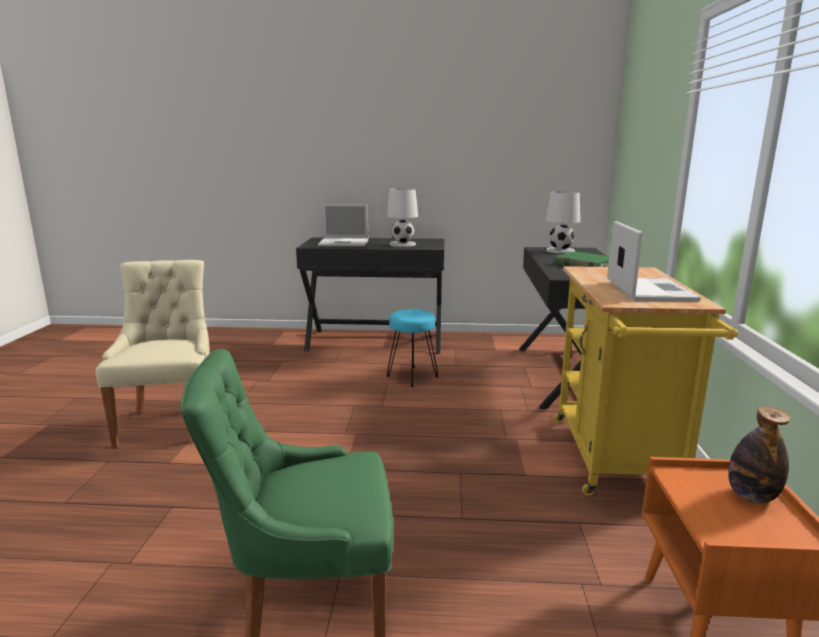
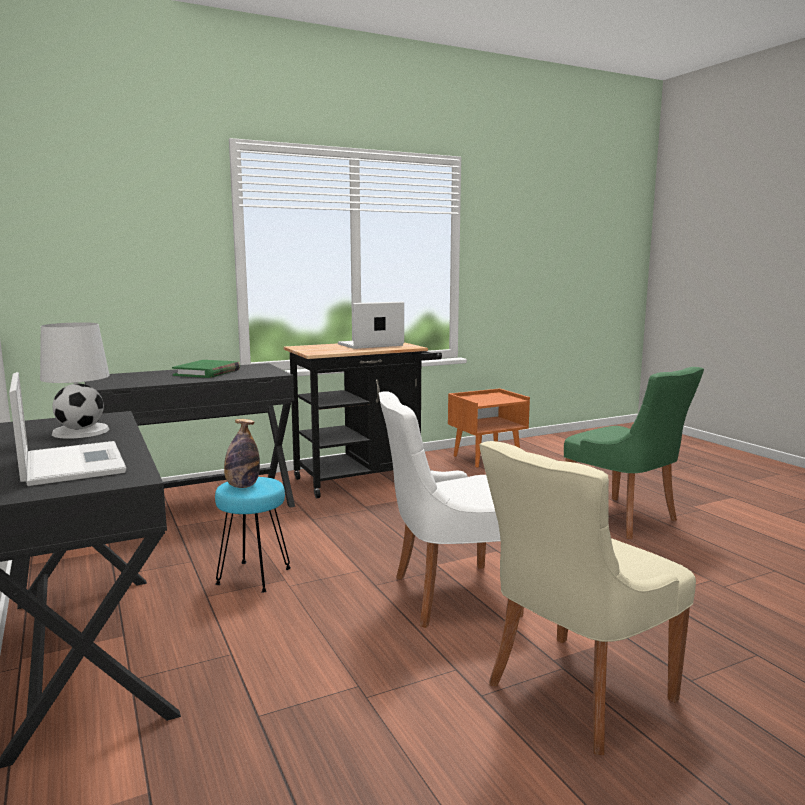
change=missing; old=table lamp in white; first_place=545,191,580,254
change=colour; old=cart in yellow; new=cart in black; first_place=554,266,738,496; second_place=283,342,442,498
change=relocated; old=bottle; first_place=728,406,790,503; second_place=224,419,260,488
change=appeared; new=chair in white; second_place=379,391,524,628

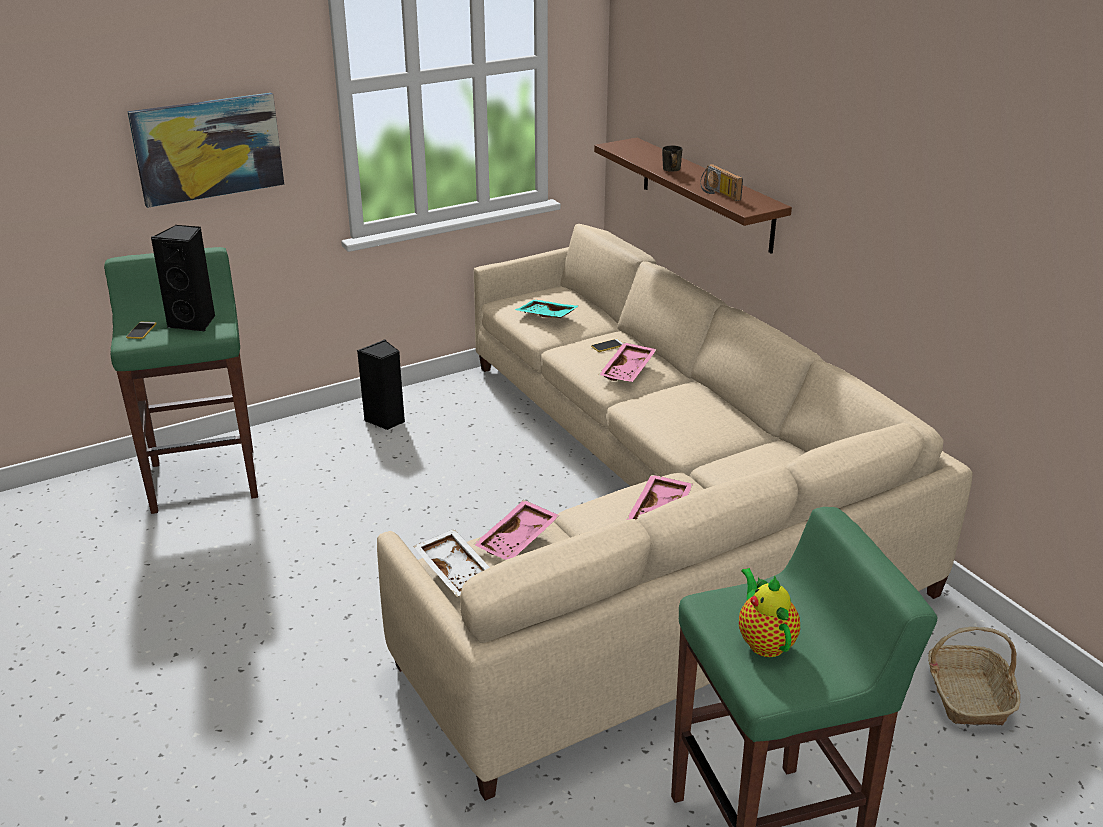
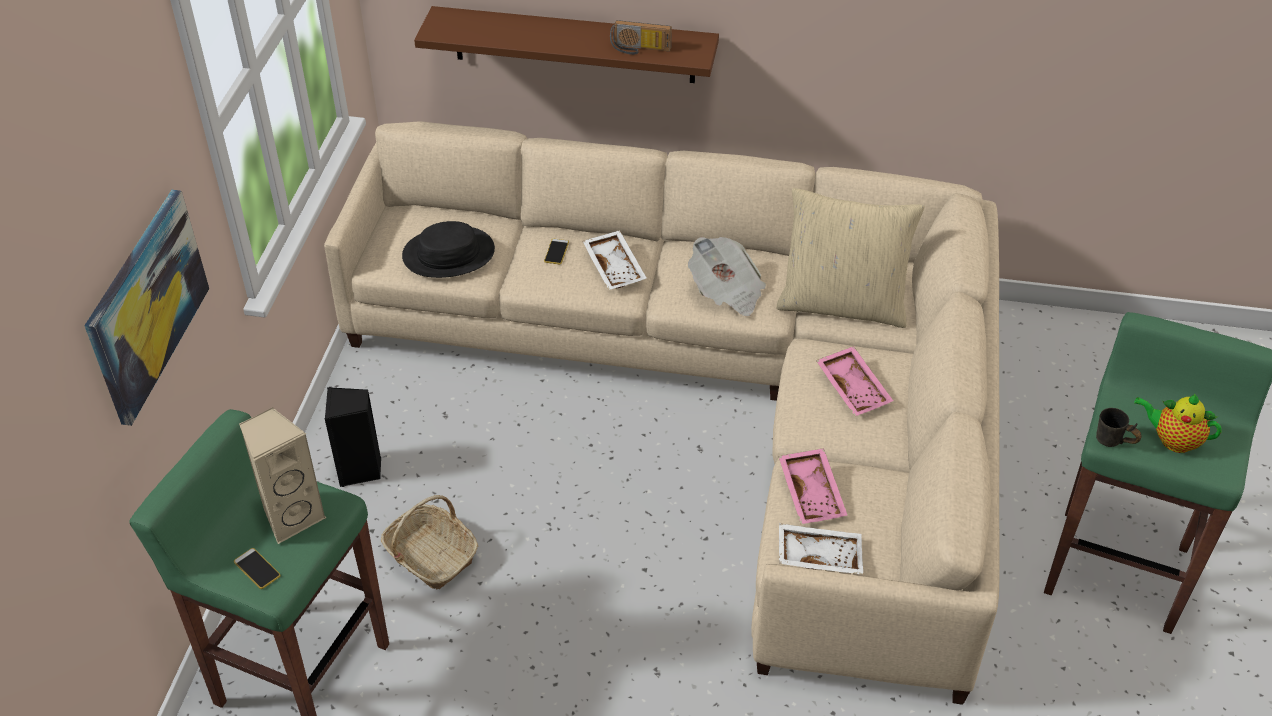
change=colour; old=speaker in black; new=speaker in beige; first_place=151,225,216,332; second_place=239,407,327,544
change=exchanged; old=tray in turquoise; new=hat in black; first_place=515,300,579,318; second_place=402,221,495,278
change=colour; old=tray in pink; new=tray in white; first_place=599,343,657,382; second_place=583,230,646,290
change=relocated; old=mug in grey; first_place=662,146,682,172; second_place=1096,408,1142,447
change=relocated; old=basket; first_place=928,627,1020,725; second_place=381,495,478,589
change=appeared; new=newspaper; second_place=688,237,766,316
change=appeared; new=pillow in beige; second_place=776,188,924,328

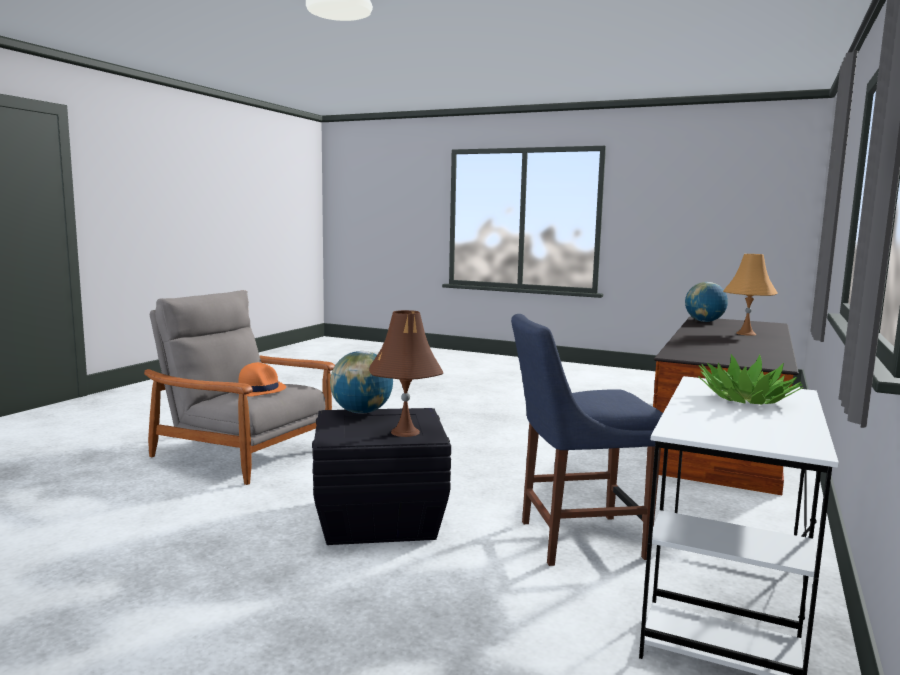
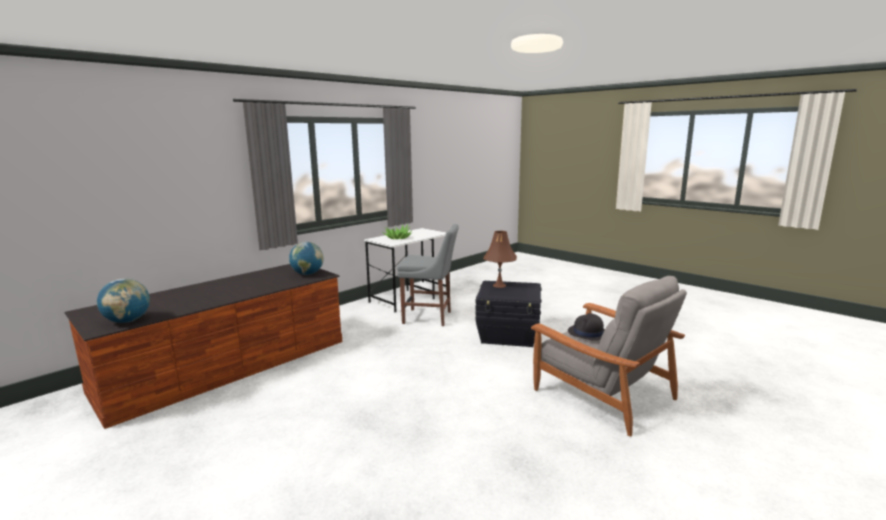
change=colour; old=hat in orange; new=hat in black; first_place=237,362,286,397; second_place=568,313,605,341
change=relocated; old=globe; first_place=330,351,393,414; second_place=289,242,324,275
change=colour; old=chair in blue; new=chair in grey; first_place=511,314,663,566; second_place=397,224,459,326
change=missing; old=table lamp in orange; first_place=723,254,778,336

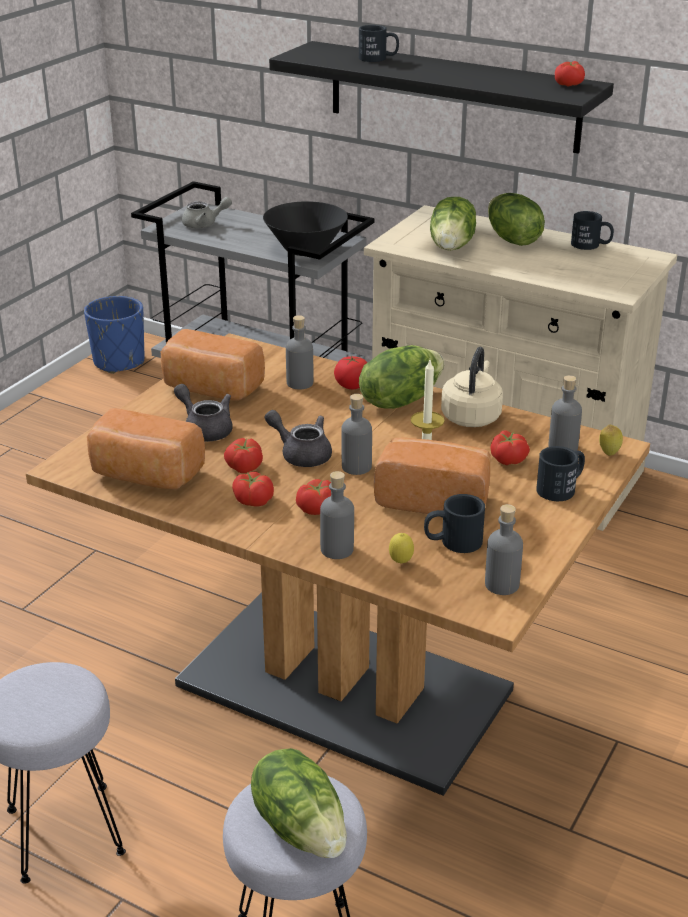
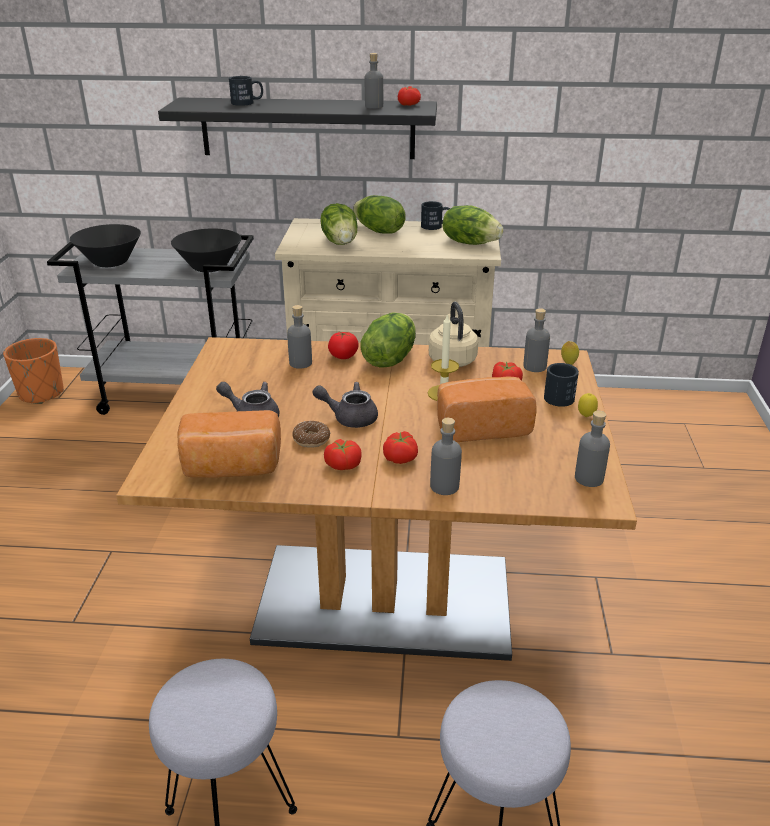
change=colour; old=planter in blue; new=planter in orange; first_place=84,296,145,374; second_place=3,338,64,404
change=missing; old=bread; first_place=161,329,265,401
change=exchanged; old=teapot in grey; new=bowl in black; first_place=182,197,232,228; second_place=70,224,141,267
change=exchanged; old=tomato; new=donut; first_place=224,438,263,473; second_place=292,421,331,448
change=relocated; old=lettuce; first_place=251,748,346,858; second_place=443,205,503,245
change=relocated; old=bottle in grey; first_place=341,394,372,475; second_place=365,53,383,109
change=relocated; old=lemon; first_place=389,533,414,564; second_place=578,393,598,417
change=missing; old=mug in black; first_place=424,494,485,553

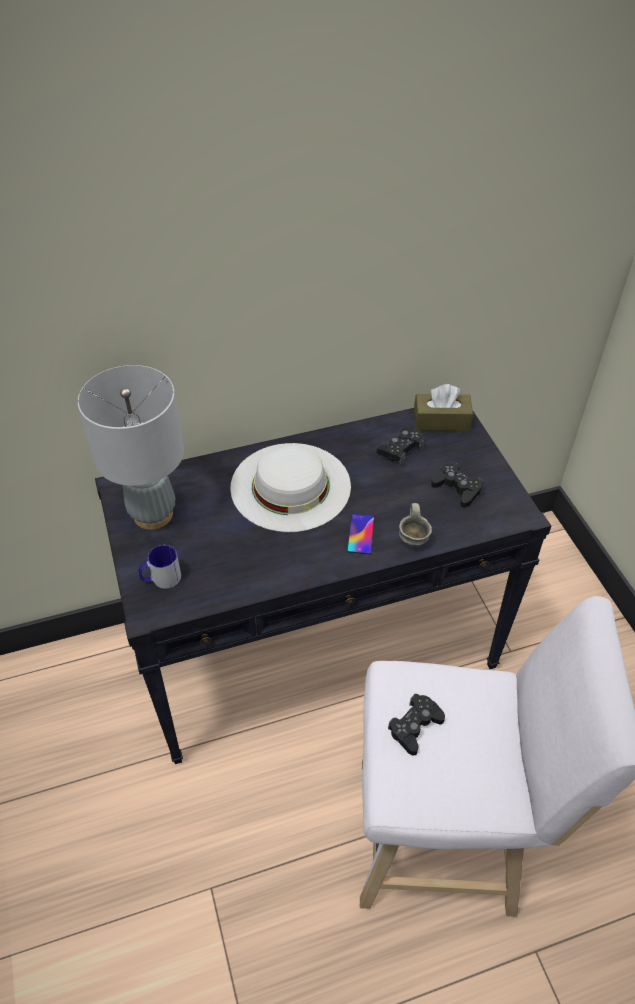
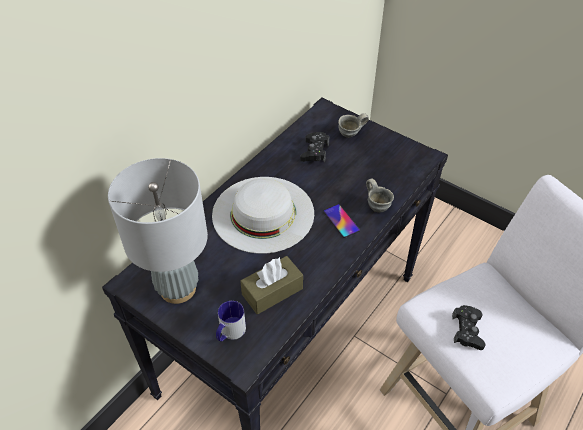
change=relocated; old=tissue box in brown; first_place=414,384,473,431; second_place=240,256,303,315
change=missing; old=game controller in black; first_place=431,462,484,508
change=appeared; new=mug in grey; second_place=338,113,369,138

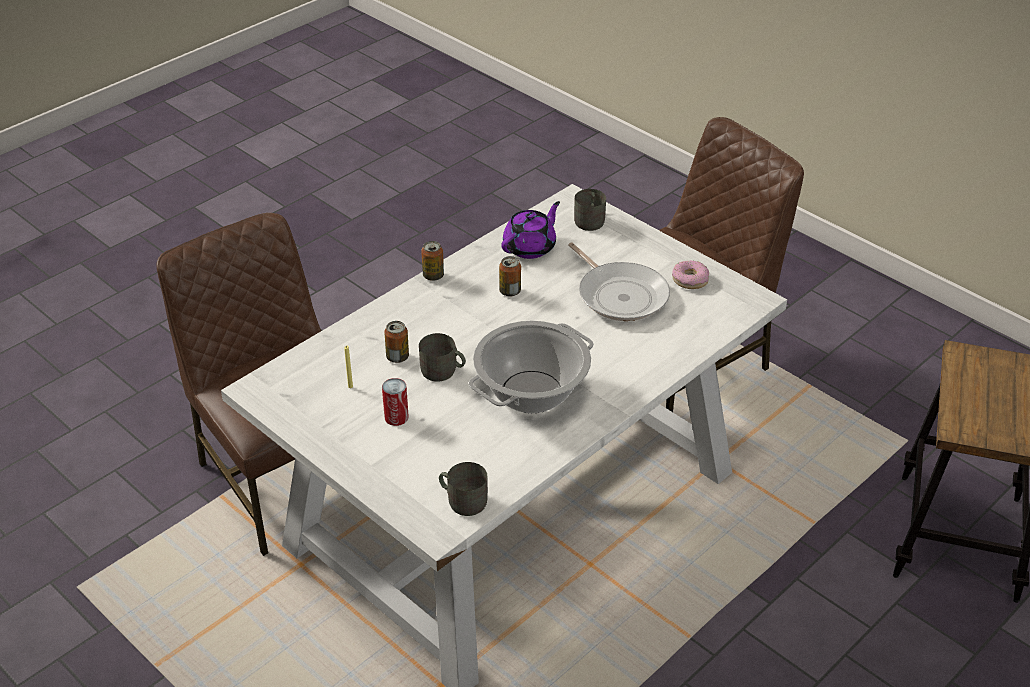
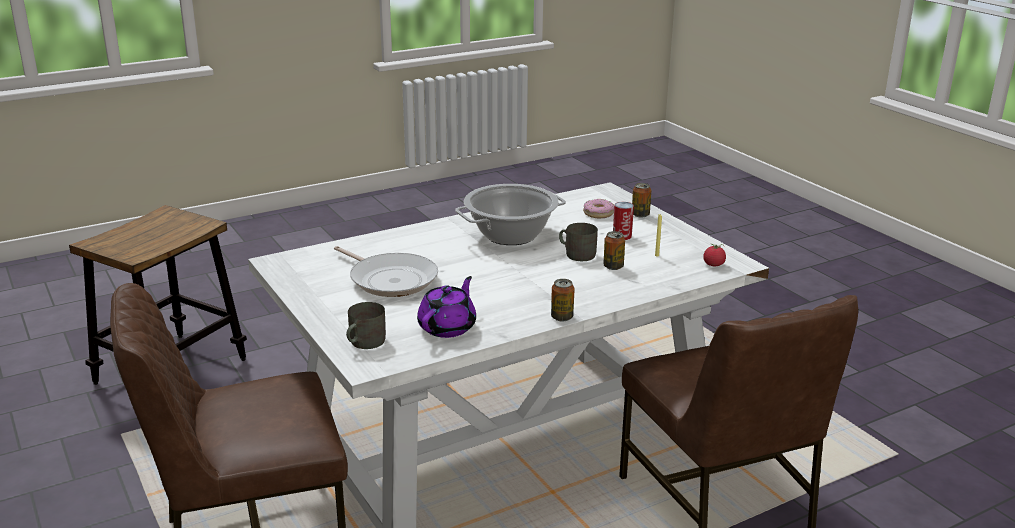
change=missing; old=mug in grey; first_place=439,462,488,516
change=relocated; old=can; first_place=499,256,521,297; second_place=632,183,651,218
change=spun; old=teapot in purple; first_place=501,201,560,259; second_place=417,276,476,338; degrees=150
change=spun; old=frying pan; first_place=568,242,670,321; second_place=334,246,438,297; degrees=150
change=relocated; old=donut; first_place=672,261,709,289; second_place=583,199,614,218
change=appeared; new=tomato; second_place=703,244,726,266

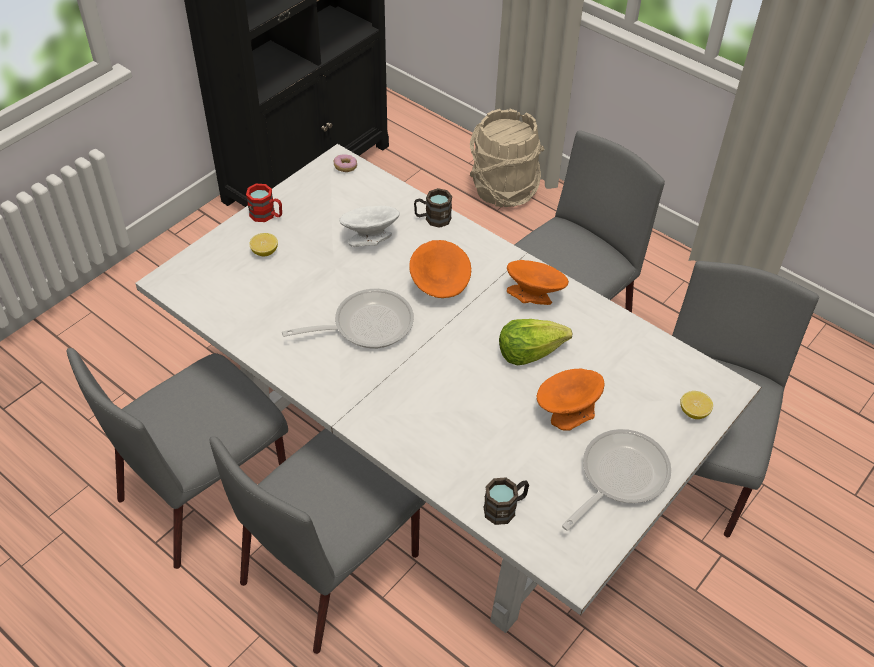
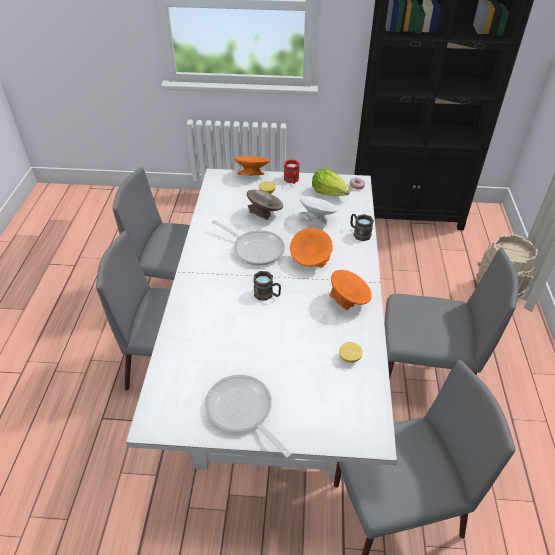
change=relocated; old=mug in brown; first_place=484,478,529,525; second_place=253,271,281,301
change=relocated; old=lettuce; first_place=499,319,572,365; second_place=312,169,351,196
change=relocated; old=bowl in orange; first_place=537,369,604,431; second_place=234,156,270,176
change=spun; old=frying pan; first_place=562,429,671,531; second_place=205,375,291,458; degrees=-135
change=relocated; old=lemon; first_place=680,391,713,419; second_place=339,342,363,363
change=appeared; new=bowl in grey; second_place=247,190,283,220

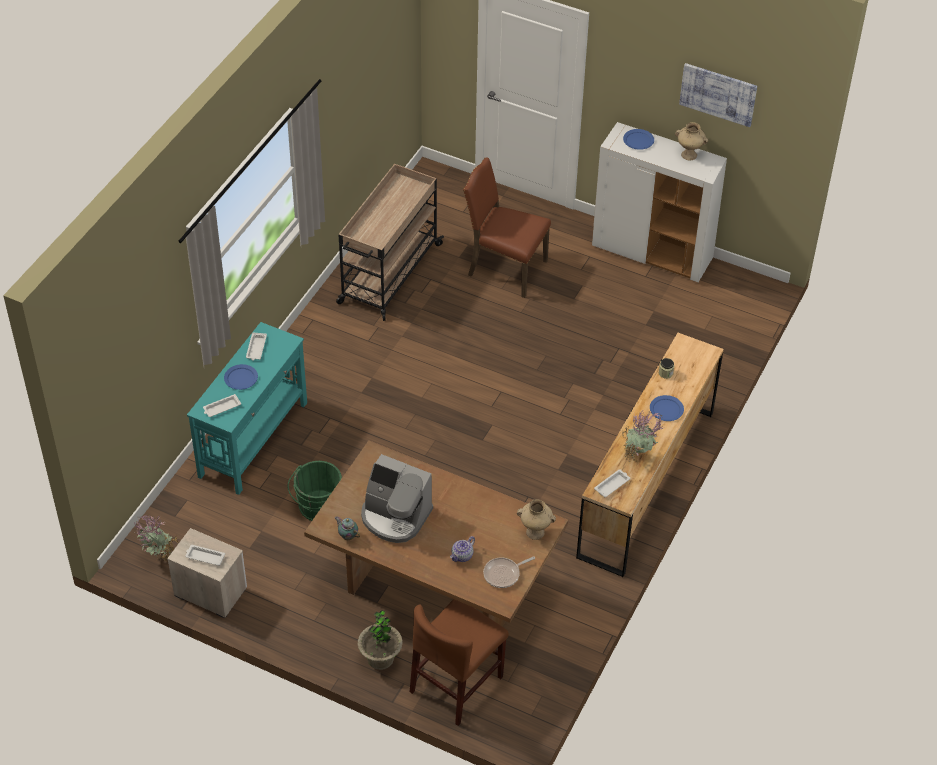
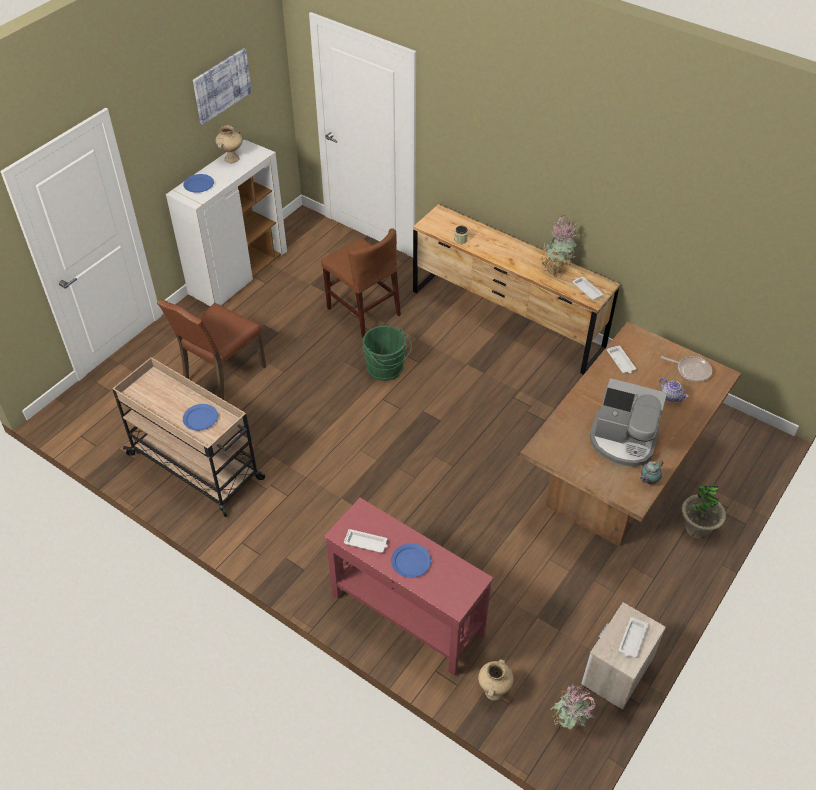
change=colour; old=console table in turquoise; new=console table in red; first_place=187,322,307,495; second_place=324,498,493,676
change=relocated; old=tray in white; first_place=203,394,241,417; second_place=607,345,636,373
change=relocated; old=bucket in green; first_place=288,461,342,521; second_place=363,325,412,381
change=spun; old=coffee machine; first_place=361,454,433,543; second_place=590,378,667,467; degrees=75
change=relocated; old=chair in brown; first_place=410,599,509,726; second_place=321,228,401,337
change=spun; old=frying pan; first_place=483,556,535,588; second_place=661,356,712,382; degrees=-45
change=relocated; old=vase in beige; first_place=517,499,556,540; second_place=478,659,514,701
change=relocated; old=plate in blue; first_place=650,395,684,421; second_place=183,404,218,431

